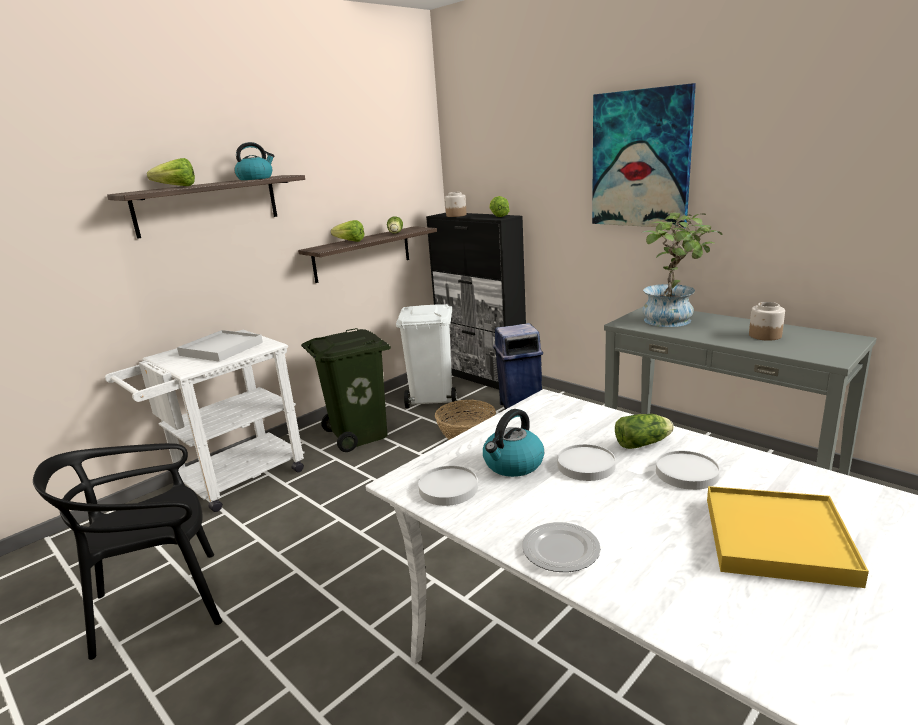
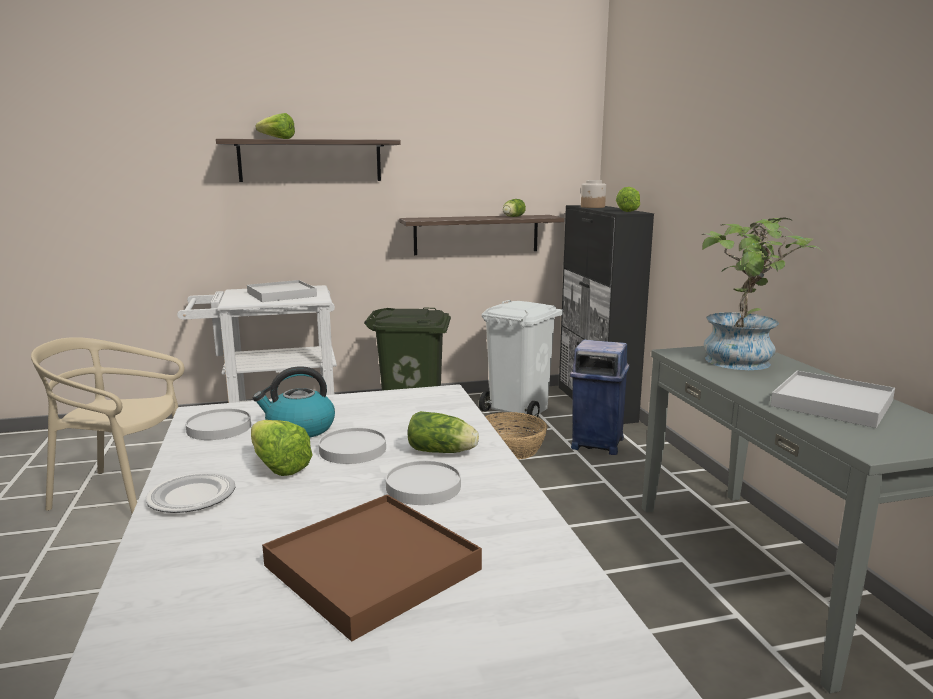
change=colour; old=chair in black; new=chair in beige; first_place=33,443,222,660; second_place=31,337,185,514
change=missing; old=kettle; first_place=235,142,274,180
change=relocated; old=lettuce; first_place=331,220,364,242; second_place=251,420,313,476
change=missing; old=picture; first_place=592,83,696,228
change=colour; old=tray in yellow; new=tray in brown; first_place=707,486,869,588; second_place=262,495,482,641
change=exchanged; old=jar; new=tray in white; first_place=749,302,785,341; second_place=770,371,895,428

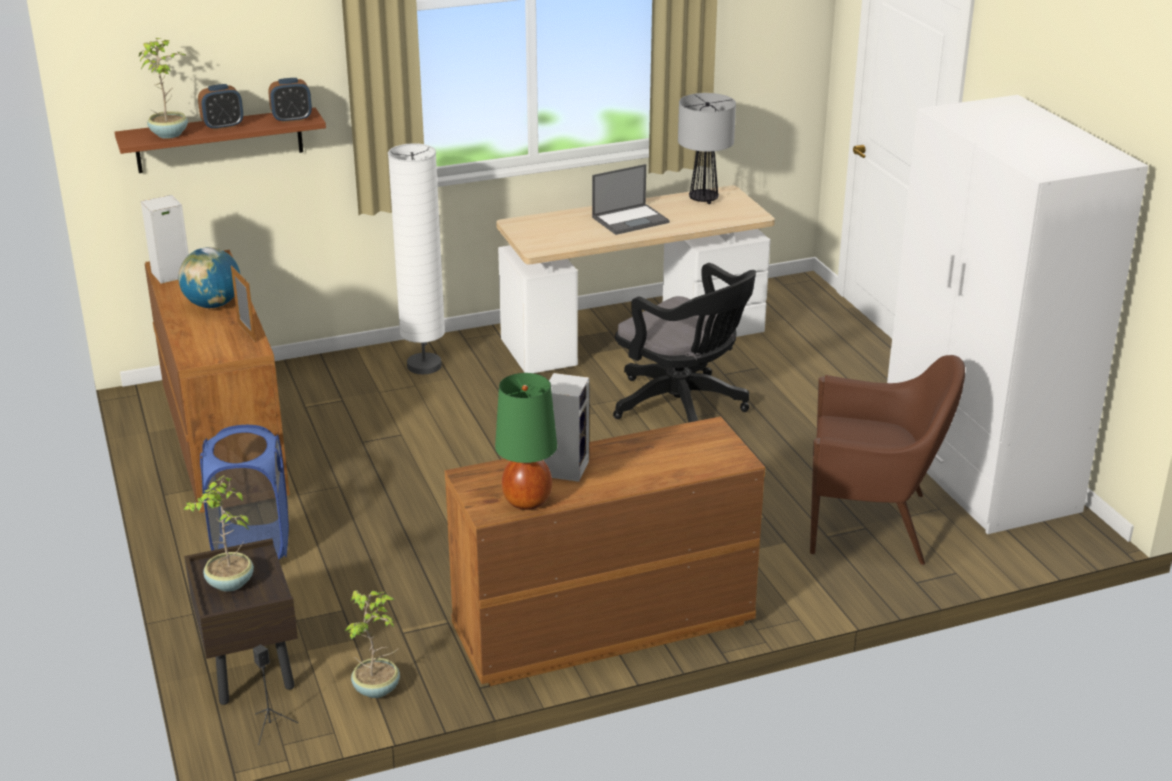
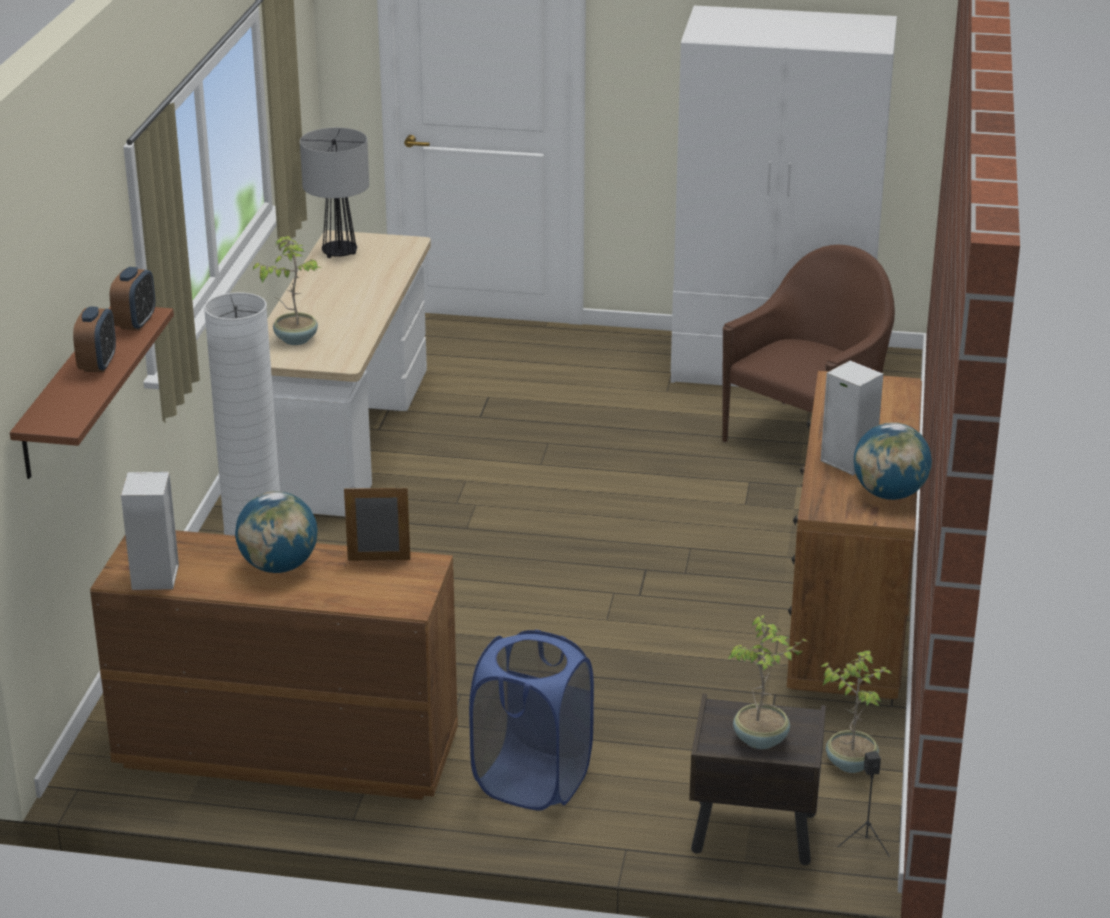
change=relocated; old=potted plant; first_place=139,38,188,139; second_place=253,236,321,345
change=exchanged; old=table lamp in green; new=globe; first_place=495,373,557,510; second_place=854,422,932,500
change=missing; old=laptop; first_place=592,164,669,235
change=missing; old=office chair in black; first_place=613,263,756,423

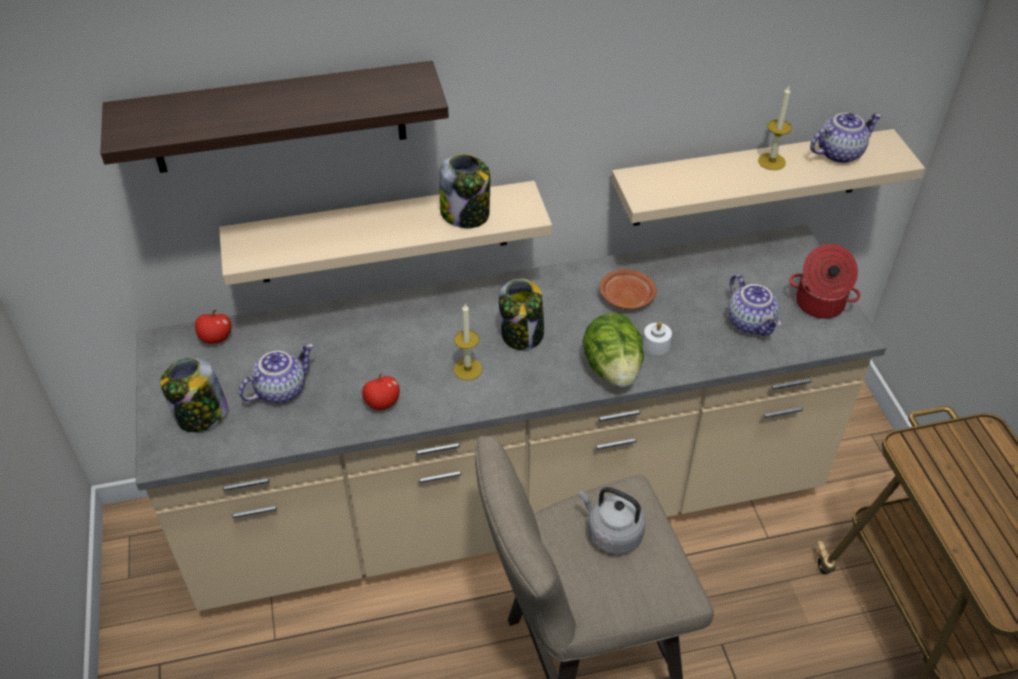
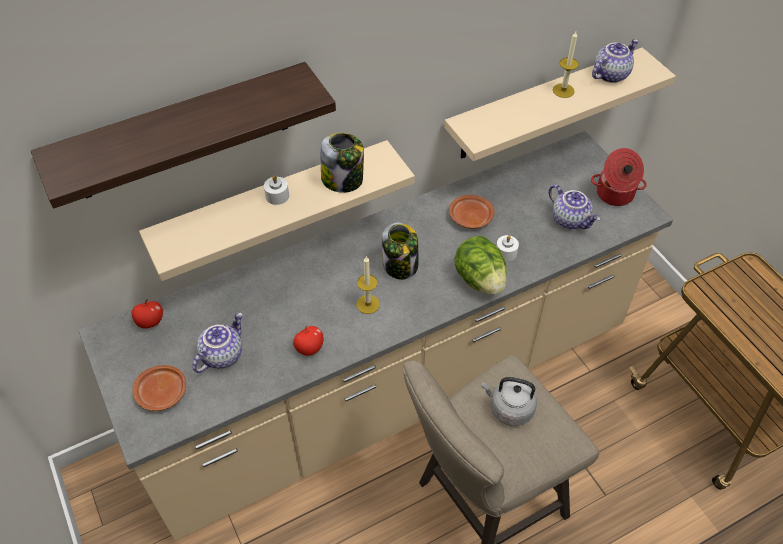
change=exchanged; old=jar; new=plate in brown; first_place=160,358,229,433; second_place=132,365,186,411
change=appeared; new=candle in white; second_place=264,176,289,205

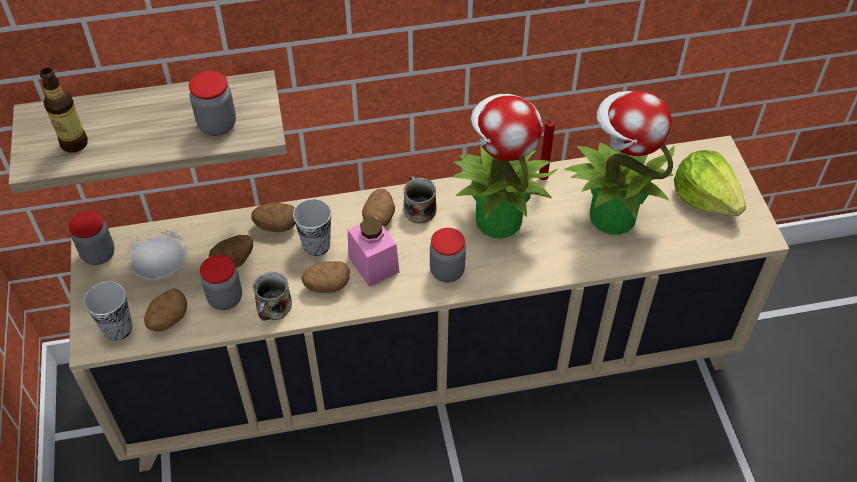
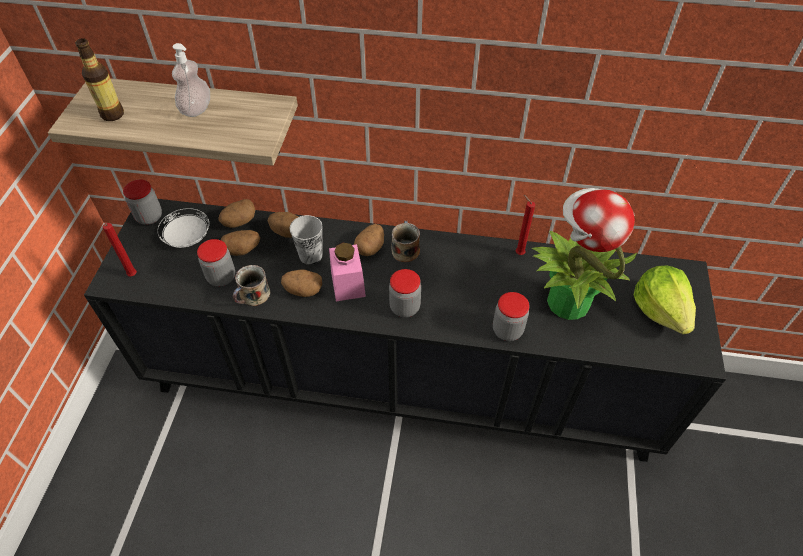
change=colour; old=cabinet in beige; new=cabinet in black; first_place=69,136,789,472; second_place=84,199,726,462
change=exchanged; old=cup; new=candle in red; first_place=84,281,132,341; second_place=103,223,137,276
change=relocated; old=potato; first_place=144,288,187,331; second_place=219,199,255,228
change=relocated; old=jar; first_place=189,71,236,136; second_place=493,292,529,341
change=missing; old=potted plant; first_place=452,94,559,238
change=appeared; new=soap dispenser; second_place=172,43,210,117

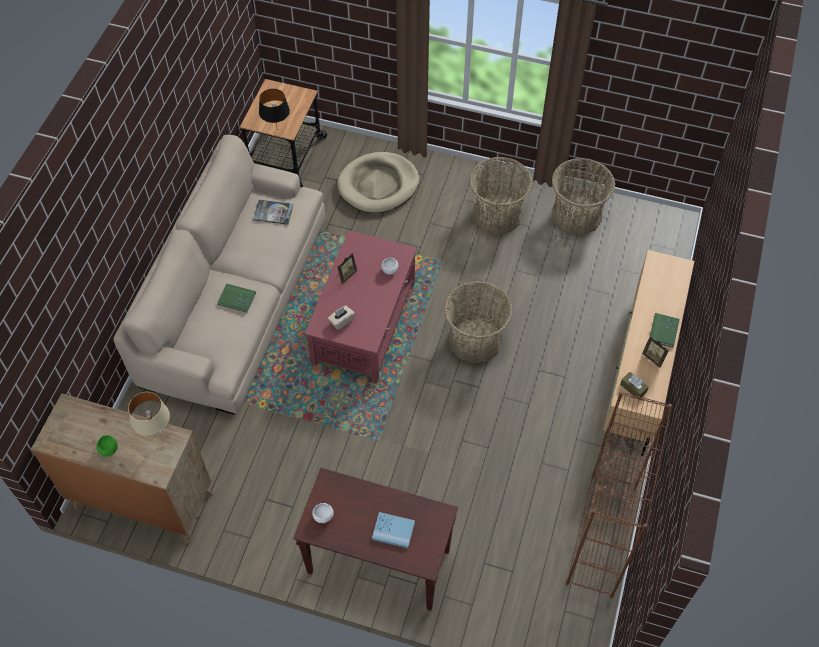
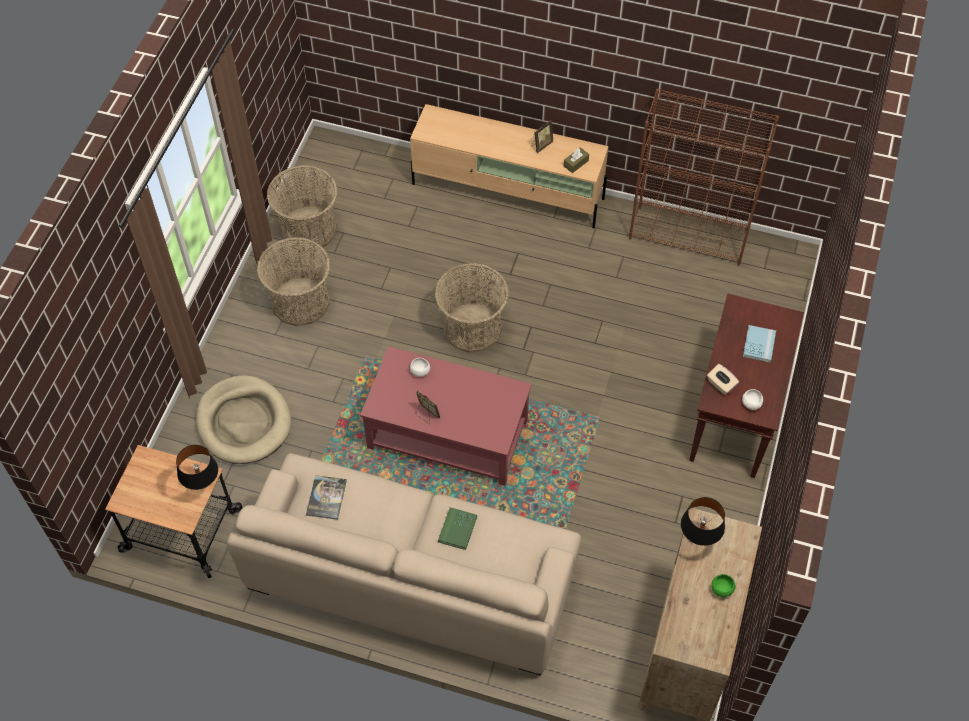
change=colour; old=table lamp in beige; new=table lamp in black; first_place=128,392,170,435; second_place=681,497,725,546
change=relocated; old=tissue box in beige; first_place=328,306,355,330; second_place=707,364,739,395
change=missing; old=book in green; first_place=650,313,680,347

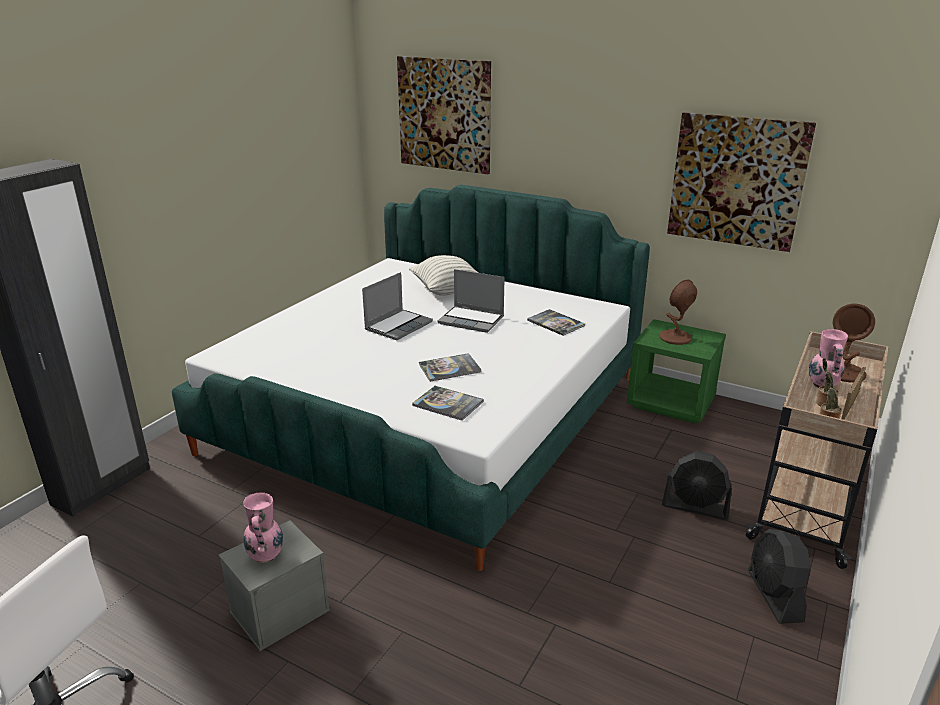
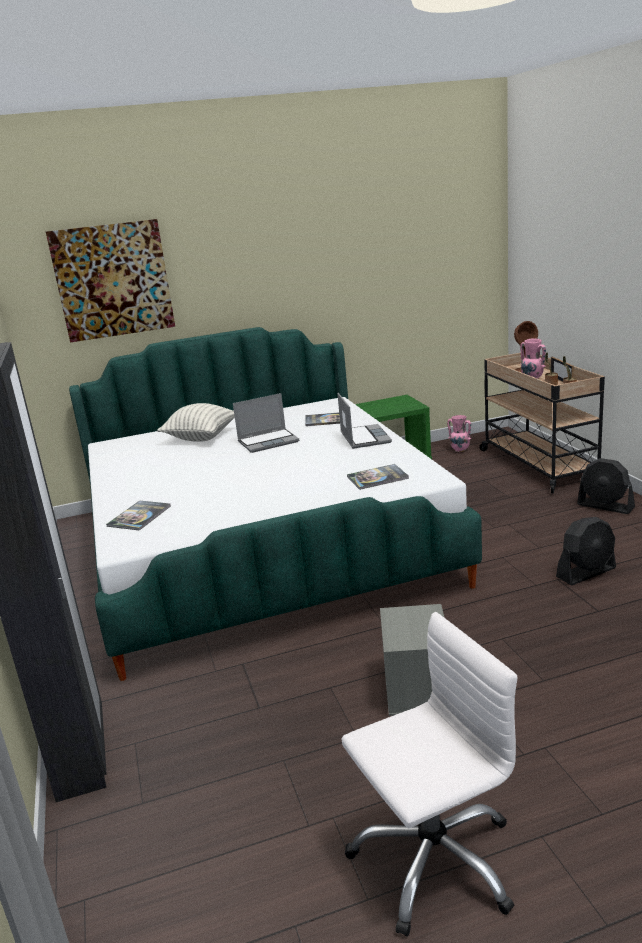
change=relocated; old=vase in pink; first_place=243,493,283,563; second_place=447,415,471,452
change=relocated; old=laptop; first_place=362,272,433,340; second_place=338,393,392,449
change=relocated; old=book; first_place=419,353,481,382; second_place=106,501,171,531
change=missing; old=table lamp in brown; first_place=660,280,697,345
change=relocated; old=fan in black; first_place=662,451,732,520; second_place=556,517,616,585
change=missing; old=picture; first_place=667,112,816,252

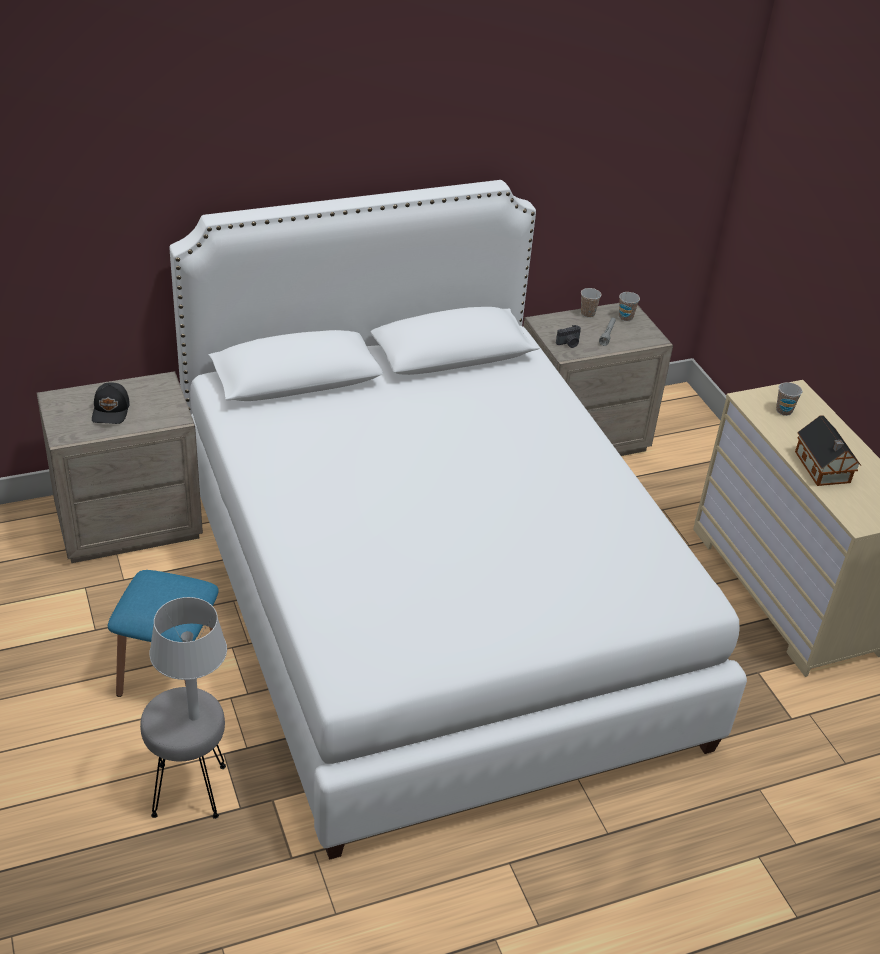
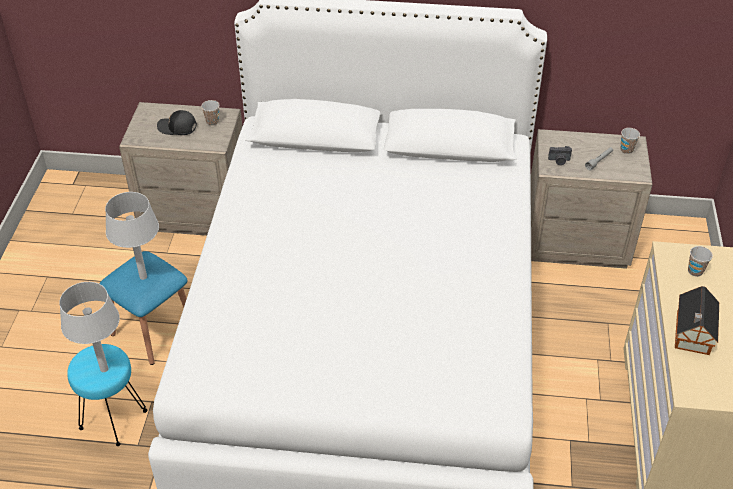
change=spun; old=cap in black; first_place=92,382,130,424; second_place=157,110,197,135; degrees=75
change=colour; old=stool in grey; new=stool in turquoise; first_place=140,687,226,819; second_place=67,344,147,446
change=relocated; old=cup; first_place=581,288,602,318; second_place=201,100,219,126
change=appeared; new=table lamp in grey; second_place=105,192,159,280

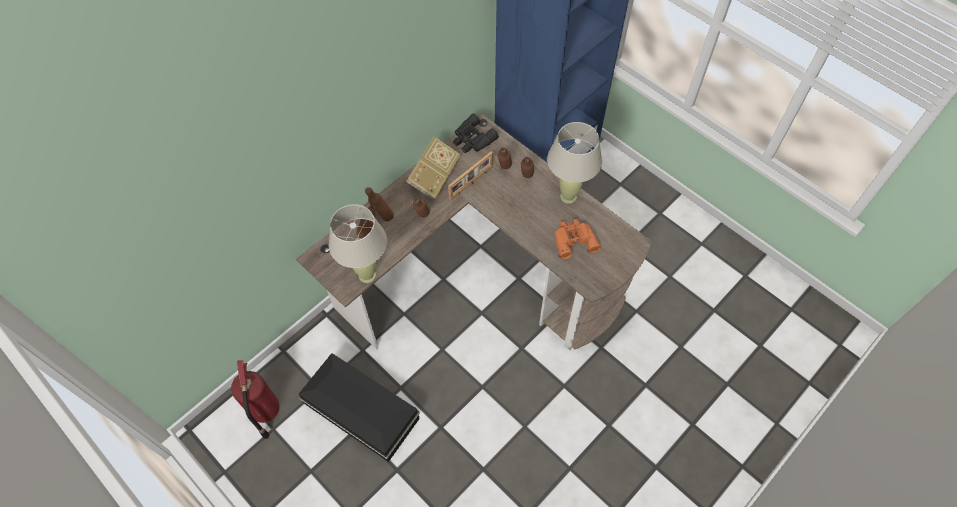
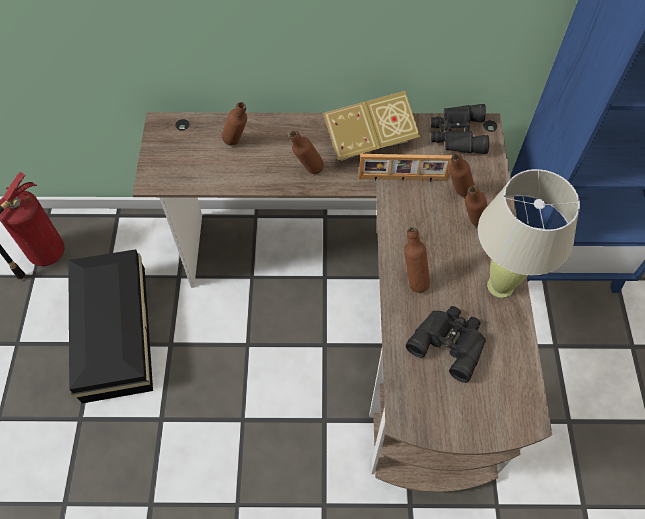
change=missing; old=table lamp in beige; first_place=329,204,387,283
change=relocated; old=bottle in brown; first_place=365,187,394,221; second_place=404,227,430,293
change=colour; old=binoculars in orange; new=binoculars in black; first_place=554,219,601,259; second_place=406,306,486,383

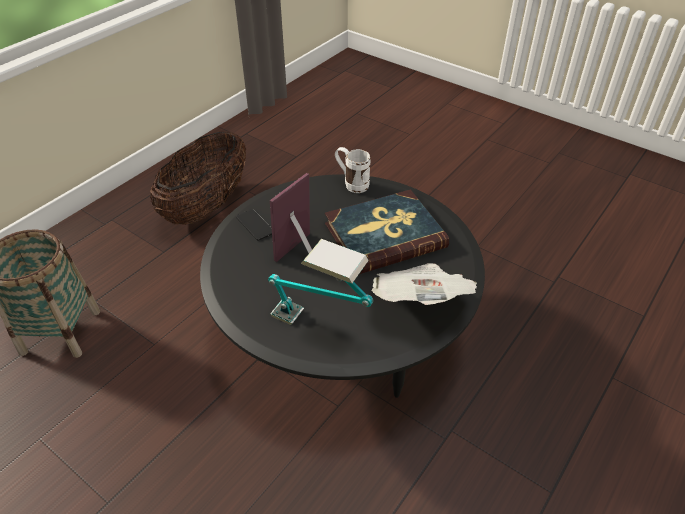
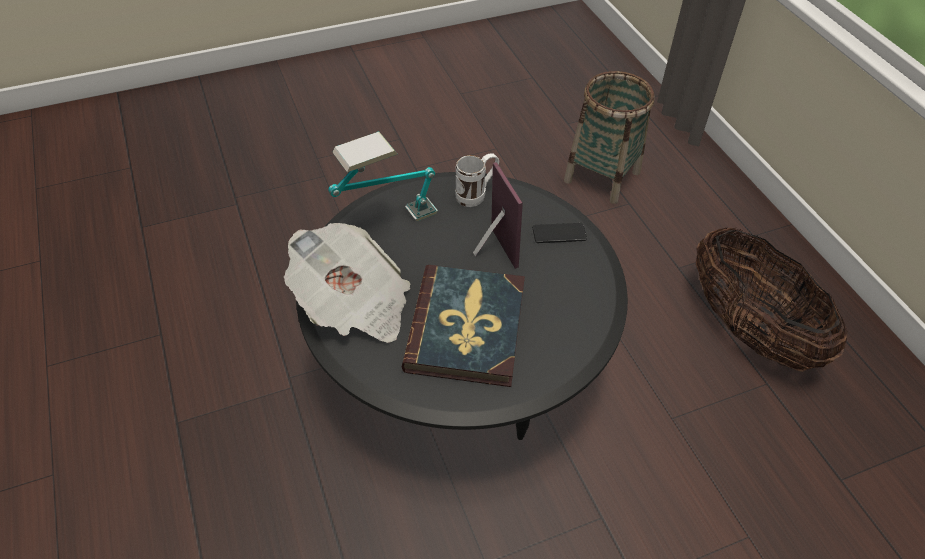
change=relocated; old=mug in white; first_place=335,147,370,193; second_place=455,153,499,207

